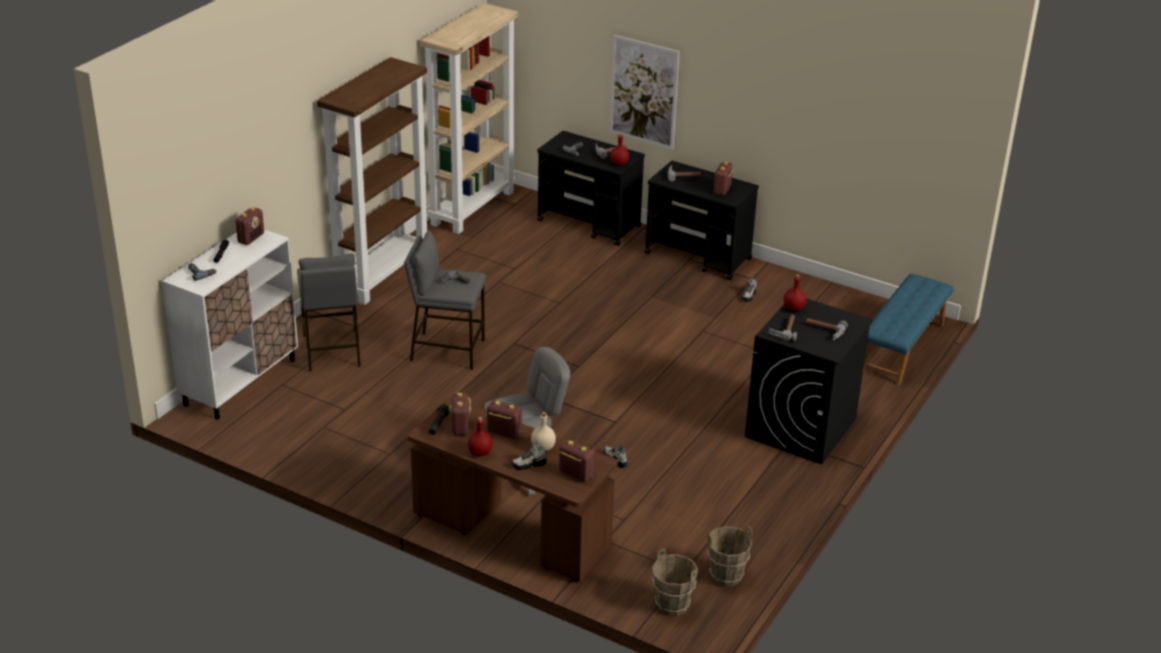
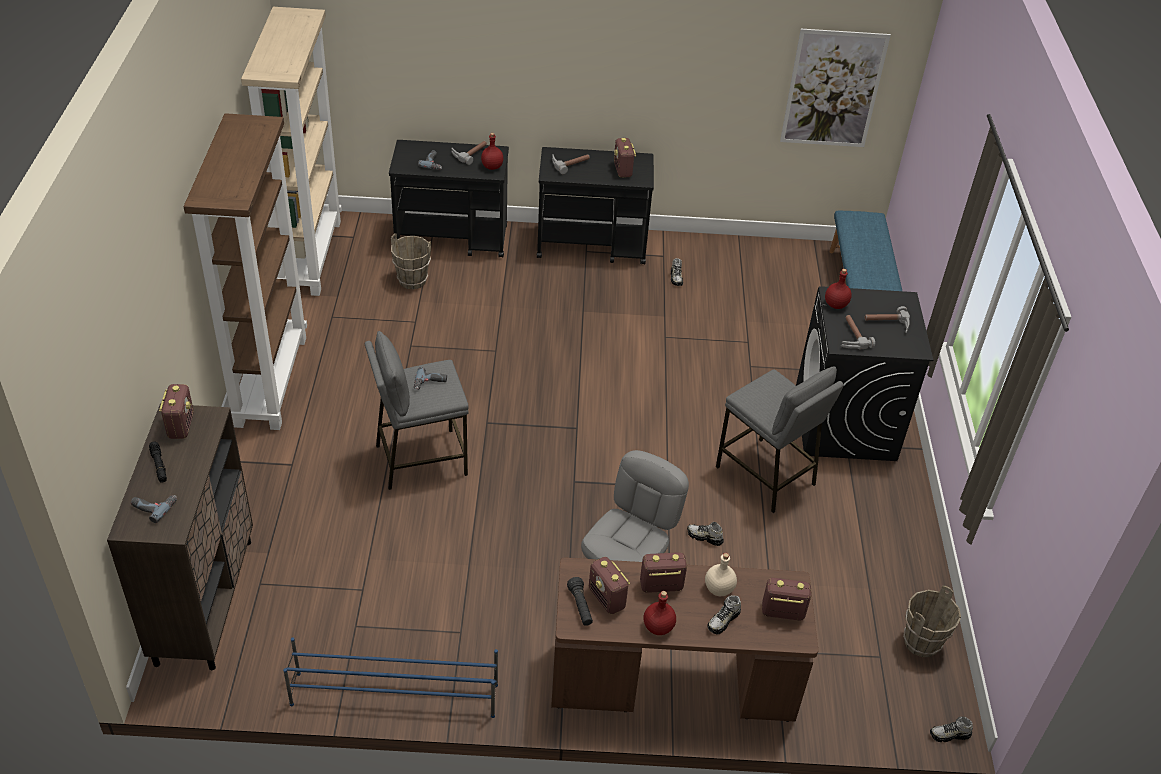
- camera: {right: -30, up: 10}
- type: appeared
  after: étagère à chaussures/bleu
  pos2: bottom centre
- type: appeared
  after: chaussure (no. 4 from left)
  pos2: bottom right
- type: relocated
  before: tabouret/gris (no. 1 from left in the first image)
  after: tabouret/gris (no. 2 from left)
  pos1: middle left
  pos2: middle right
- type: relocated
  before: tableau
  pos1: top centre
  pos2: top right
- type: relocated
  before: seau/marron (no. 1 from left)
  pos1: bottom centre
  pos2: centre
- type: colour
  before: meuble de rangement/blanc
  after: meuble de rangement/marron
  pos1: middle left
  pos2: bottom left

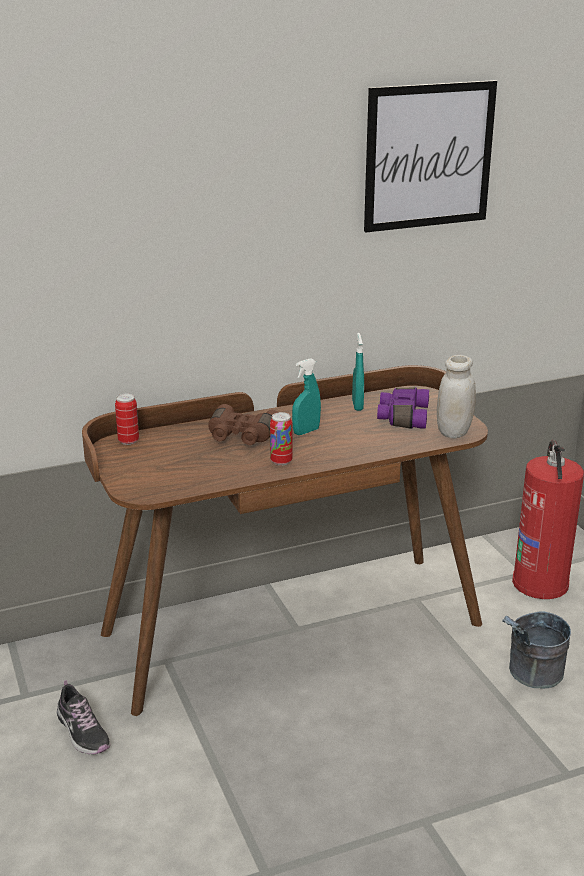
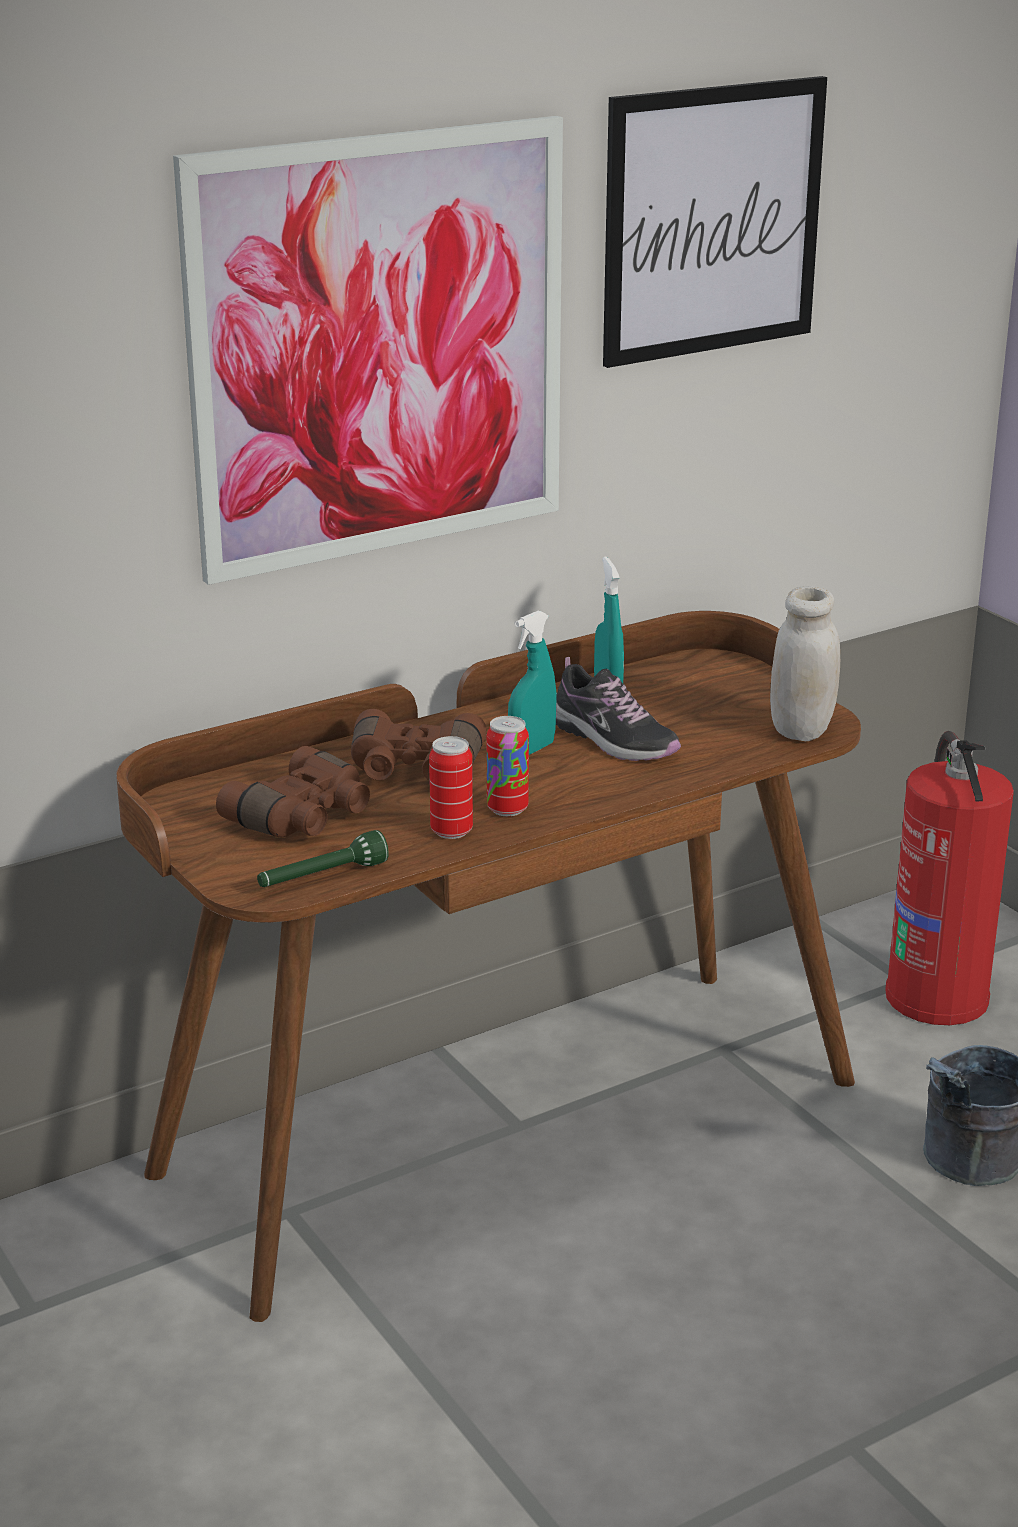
- camera: {right: -10, up: 0}
- type: missing
  before: jumelles/violet
  pos1: middle right
- type: appeared
  after: tableau (no. 1 from left)
  pos2: top centre
- type: appeared
  after: jumelles/marron (no. 1 from left)
  pos2: middle left
- type: appeared
  after: lampe de poche/vert
  pos2: middle left
- type: relocated
  before: chaussure
  pos1: bottom left
  pos2: centre
- type: relocated
  before: boîte métallique (no. 1 from left)
  pos1: middle left
  pos2: centre

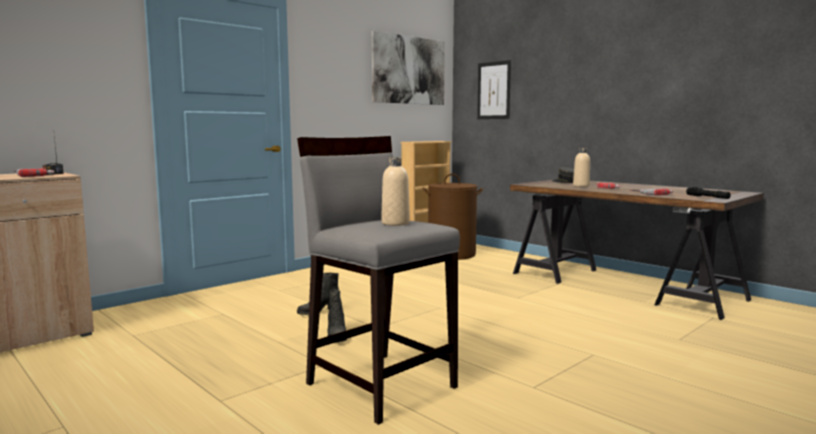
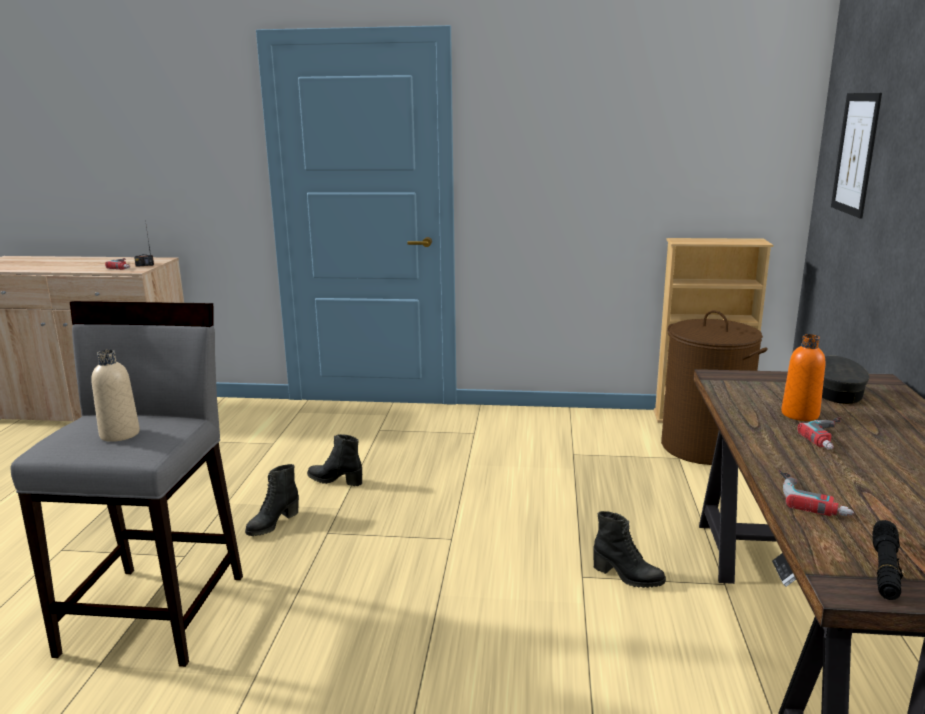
- camera: {right: 50, up: 10}
- type: missing
  before: tableau (no. 1 from left)
  pos1: top centre
- type: appeared
  after: botte/noir (no. 3 from left)
  pos2: bottom right
- type: colour
  before: bouteille/beige (no. 2 from left)
  after: bouteille/orange
  pos1: middle right
  pos2: middle right

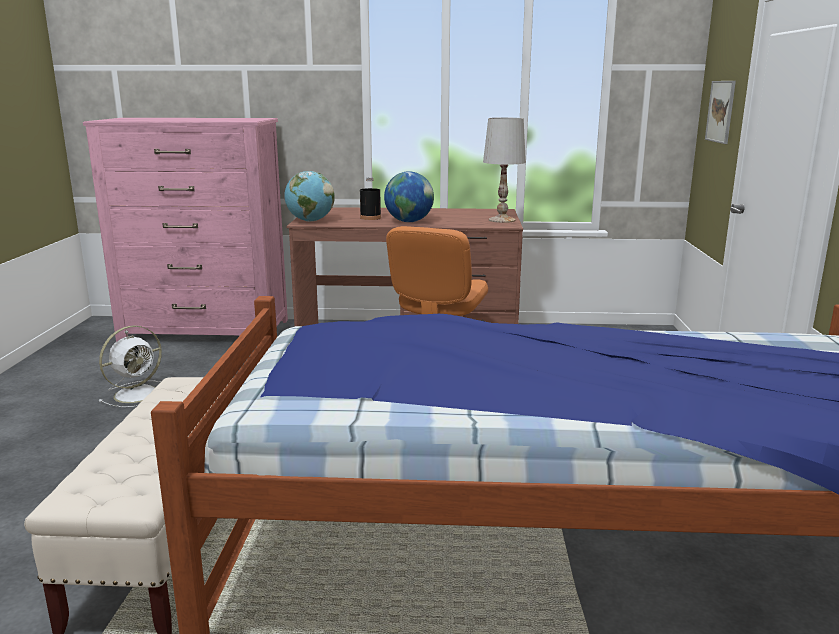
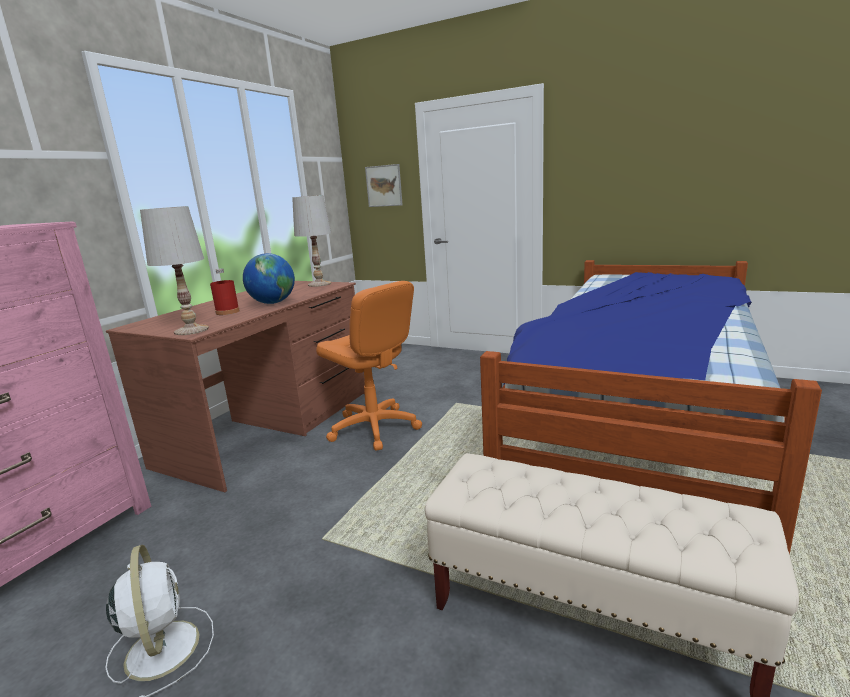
- camera: {right: -65, up: 0}
- type: exchanged
  before: globe (no. 1 from left)
  after: lampe de table/blanc (no. 1 from left)
  pos1: top centre
  pos2: middle left
- type: colour
  before: bouteille/noir
  after: bouteille/rouge
  pos1: top centre
  pos2: middle left

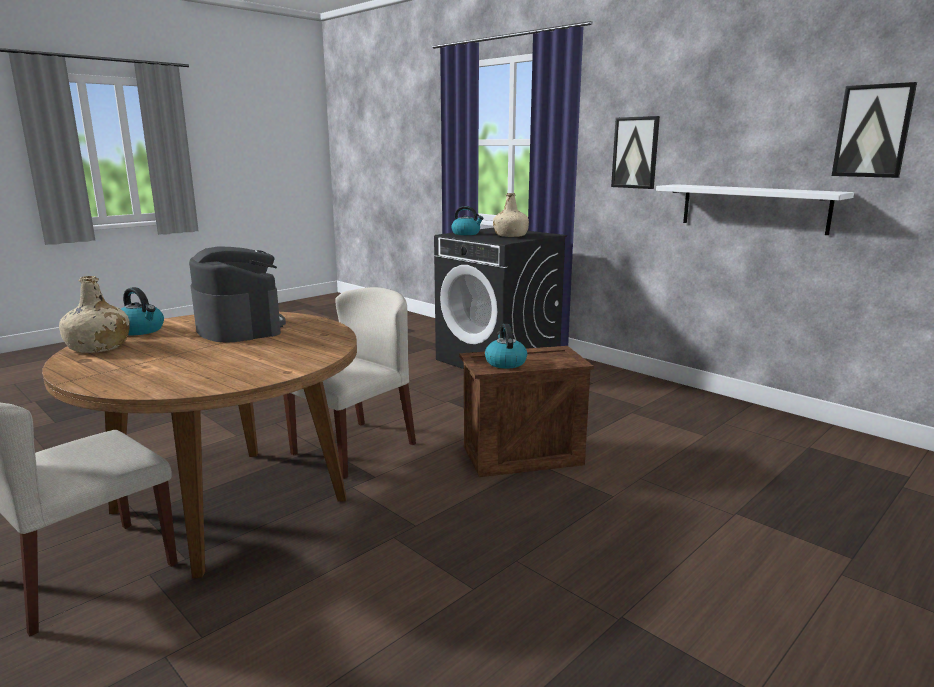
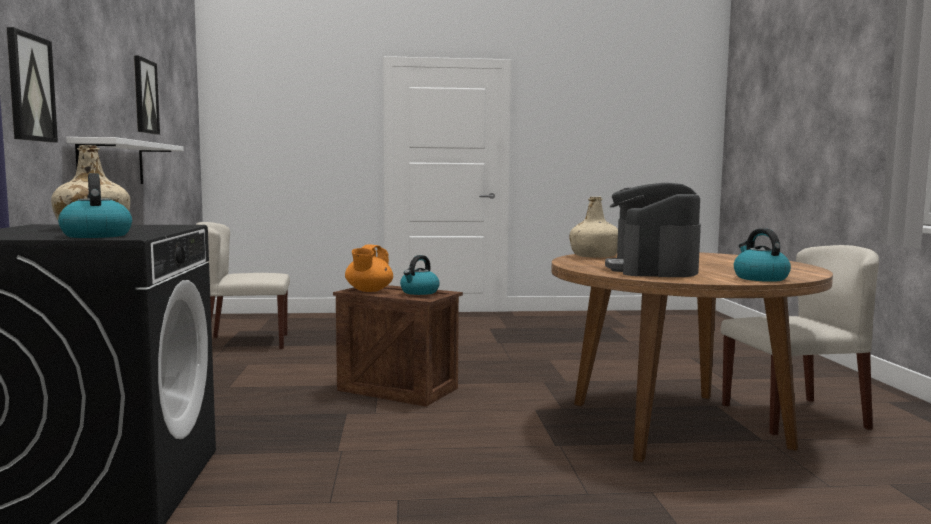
- camera: {right: -140, up: -10}
- type: appeared
  after: théière/orange
  pos2: centre
- type: relocated
  before: bouteille/beige (no. 1 from left in the first image)
  after: bouteille/beige (no. 2 from left)
  pos1: middle left
  pos2: centre
- type: relocated
  before: chaise/beige (no. 2 from left in the first image)
  after: chaise/beige (no. 1 from left)
  pos1: centre
  pos2: middle left

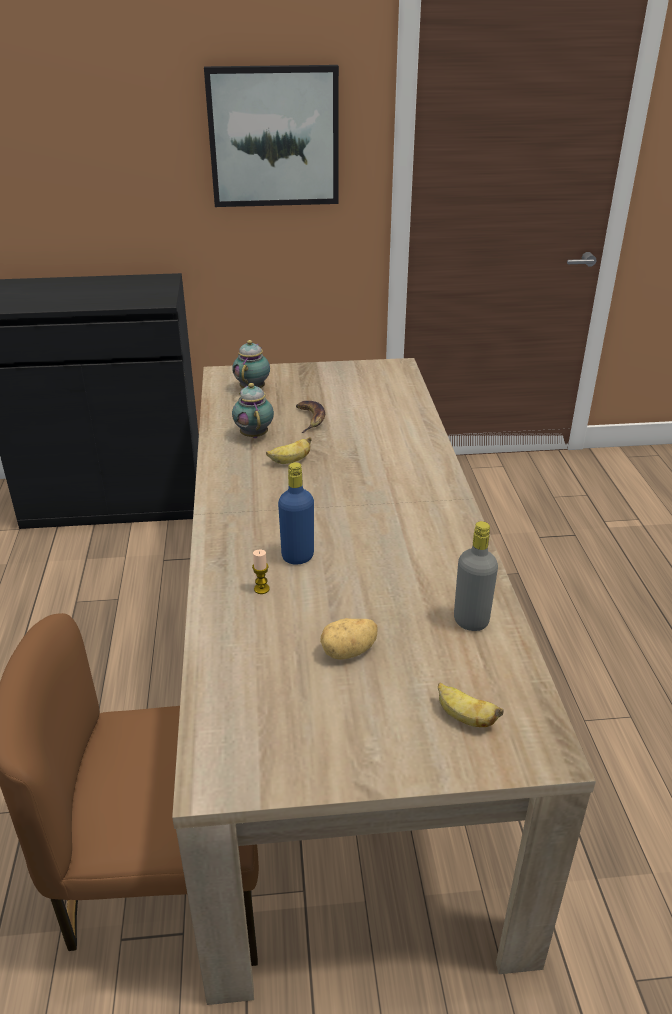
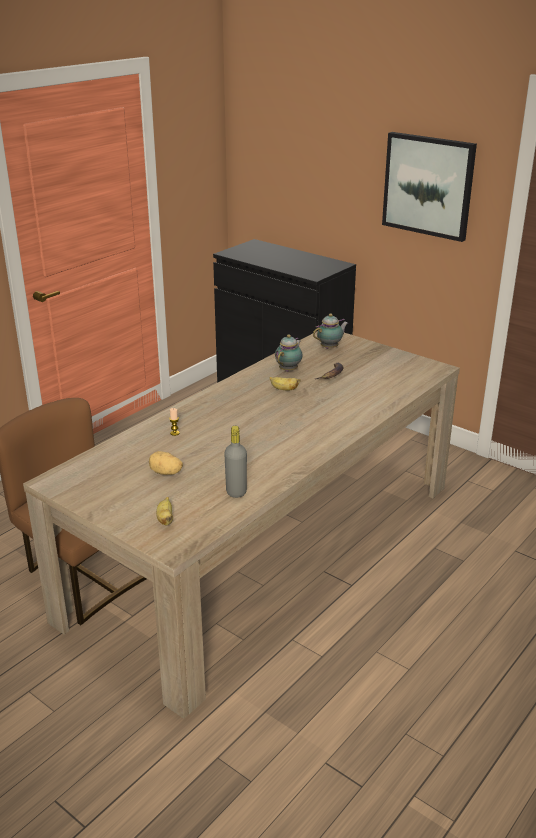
- camera: {right: 45, up: -5}
- type: missing
  before: bouteille/bleu
  pos1: centre

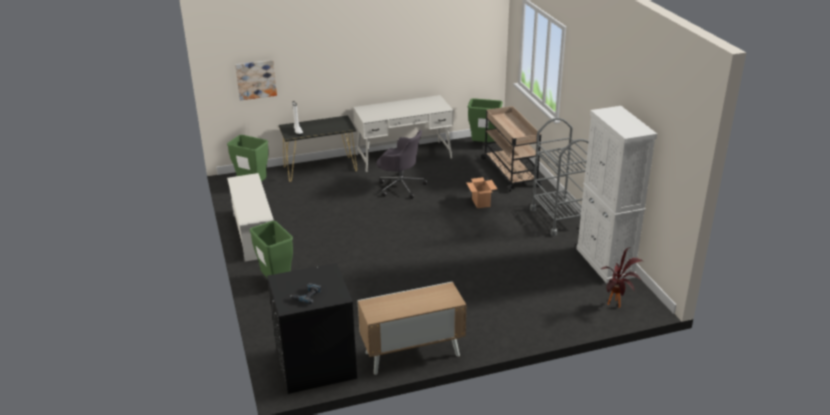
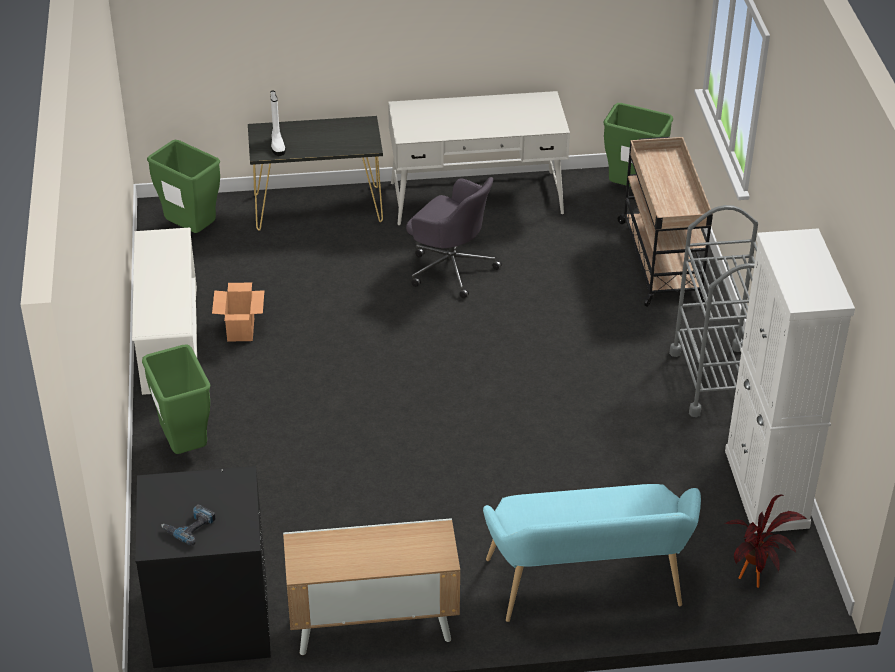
- camera: {right: 10, up: 10}
- type: missing
  before: tableau
  pos1: top left
- type: appeared
  after: banc/turquoise
  pos2: bottom centre
- type: relocated
  before: carton
  pos1: centre
  pos2: middle left

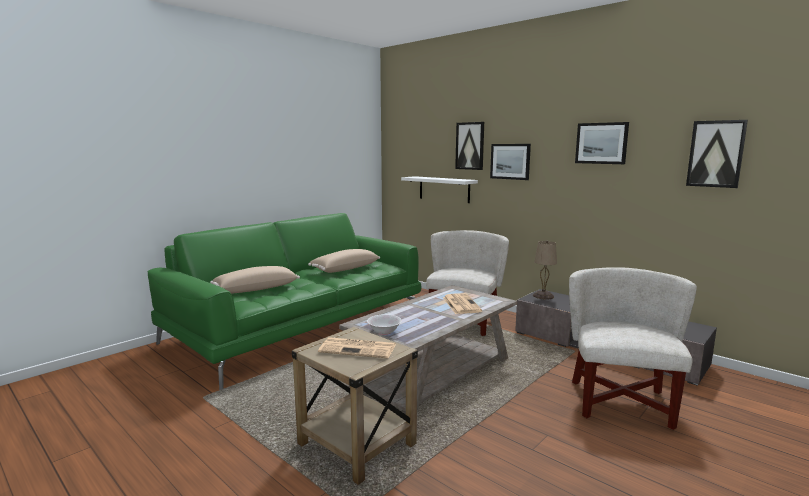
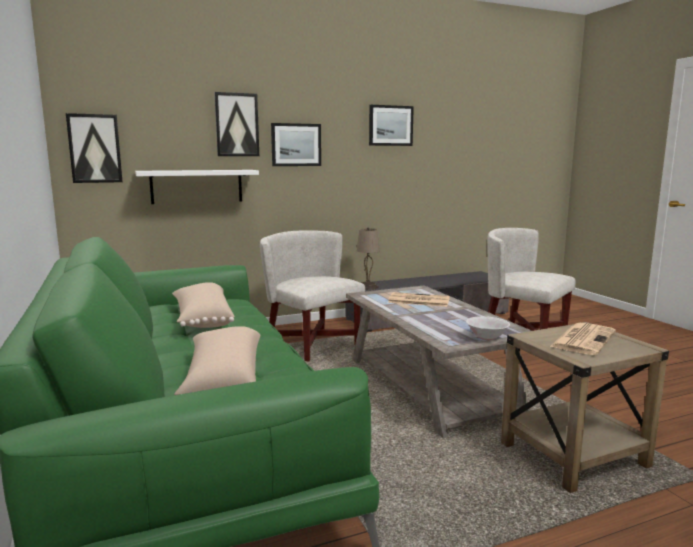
- camera: {right: -65, up: 0}
- type: relocated
  before: tableau (no. 4 from left in the first image)
  after: tableau (no. 1 from left)
  pos1: top right
  pos2: top left

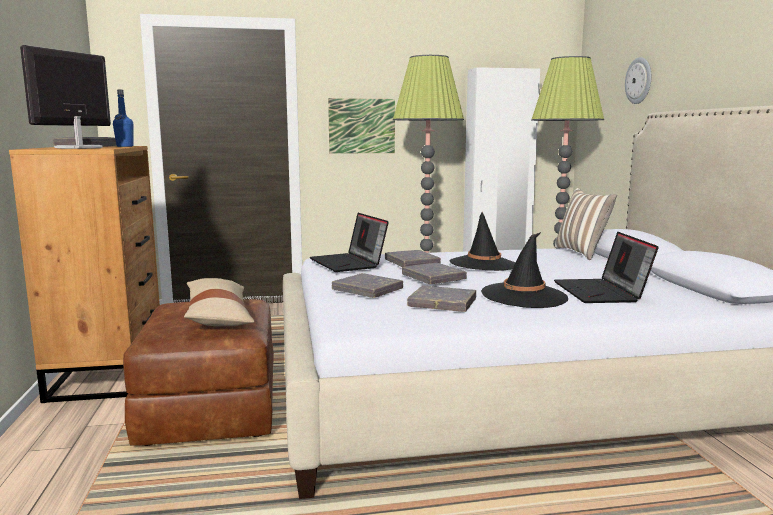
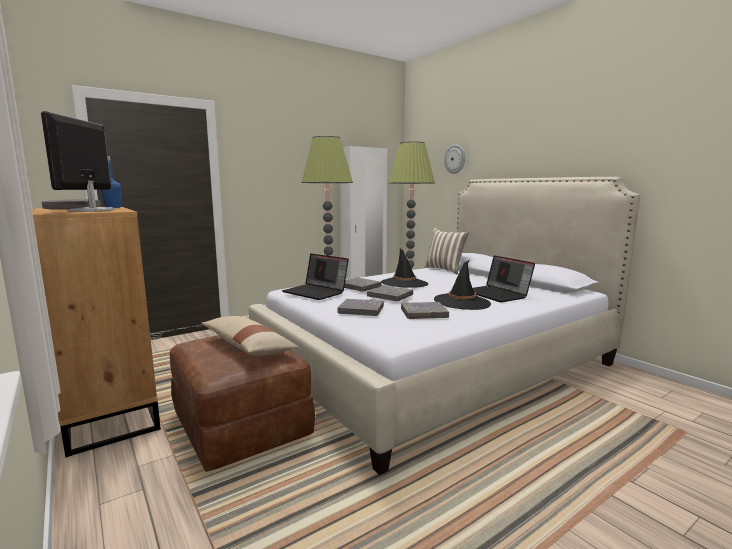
- camera: {right: -25, up: 0}
- type: missing
  before: tableau
  pos1: top centre

